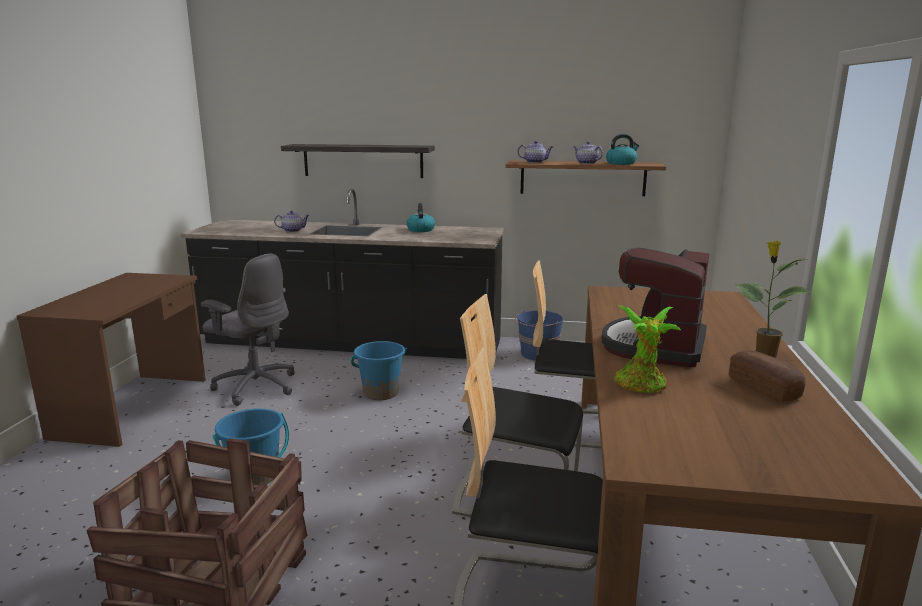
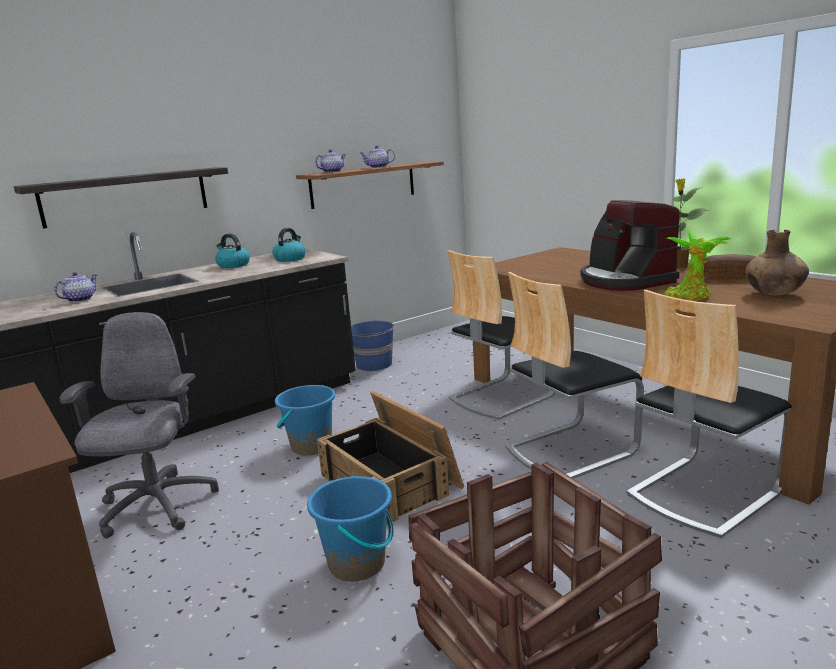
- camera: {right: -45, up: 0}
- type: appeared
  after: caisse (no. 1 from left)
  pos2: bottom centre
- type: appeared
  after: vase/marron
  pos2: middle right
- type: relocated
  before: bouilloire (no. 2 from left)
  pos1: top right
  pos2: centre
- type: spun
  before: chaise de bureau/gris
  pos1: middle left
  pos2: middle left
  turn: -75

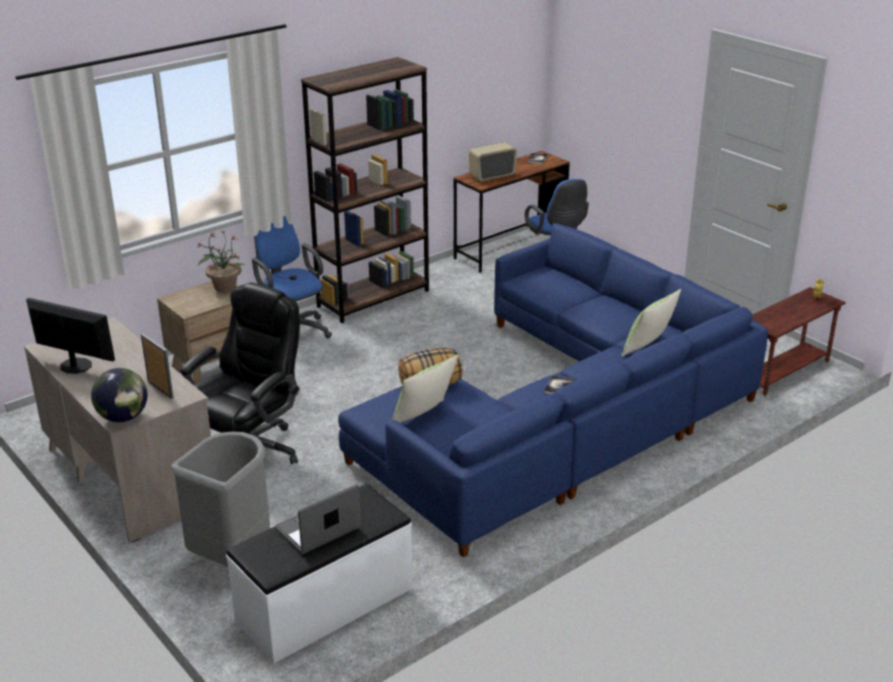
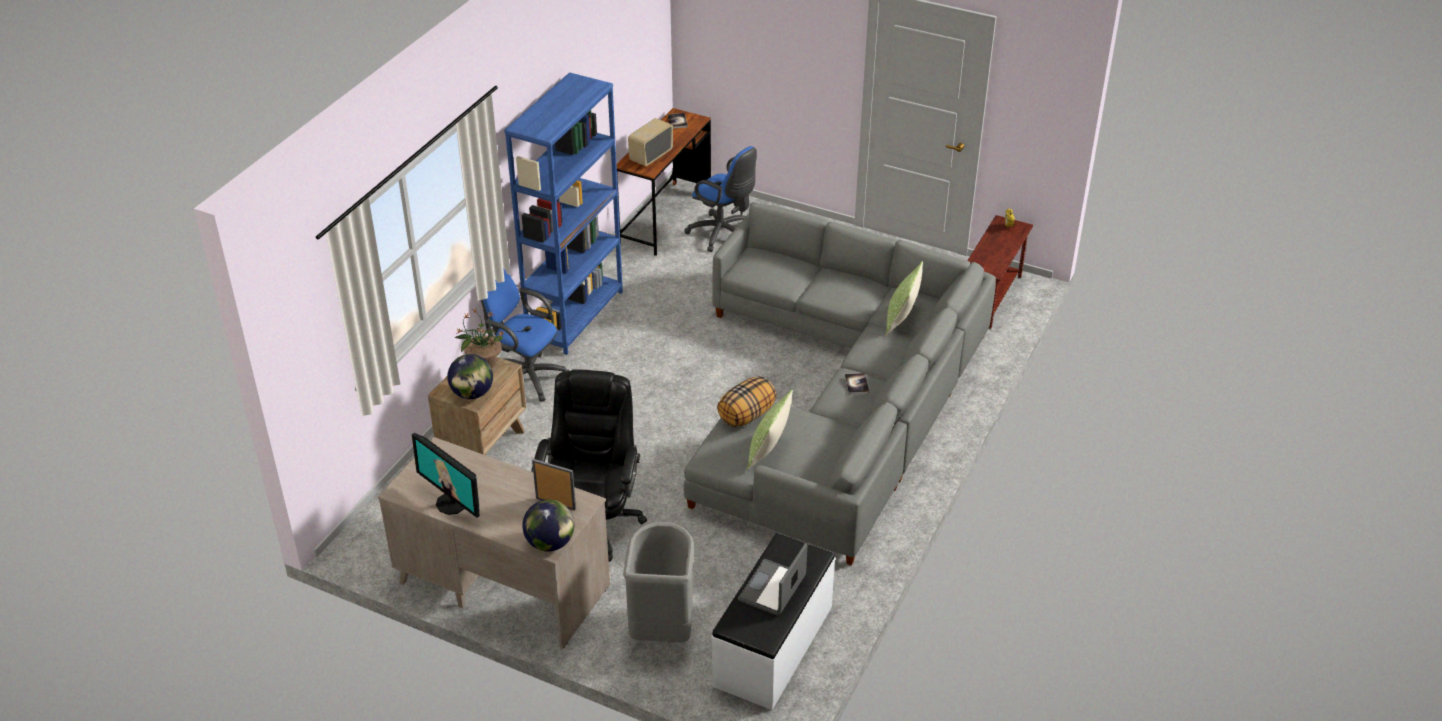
- camera: {right: -25, up: 10}
- type: appeared
  after: globe (no. 1 from left)
  pos2: middle left
- type: colour
  before: bibliothèque/marron
  after: bibliothèque/bleu
  pos1: top centre
  pos2: top centre
- type: colour
  before: canapé/bleu
  after: canapé/gris
  pos1: centre
  pos2: centre
- type: spun
  before: écran d'ordinateur
  pos1: middle left
  pos2: middle left
  turn: -135

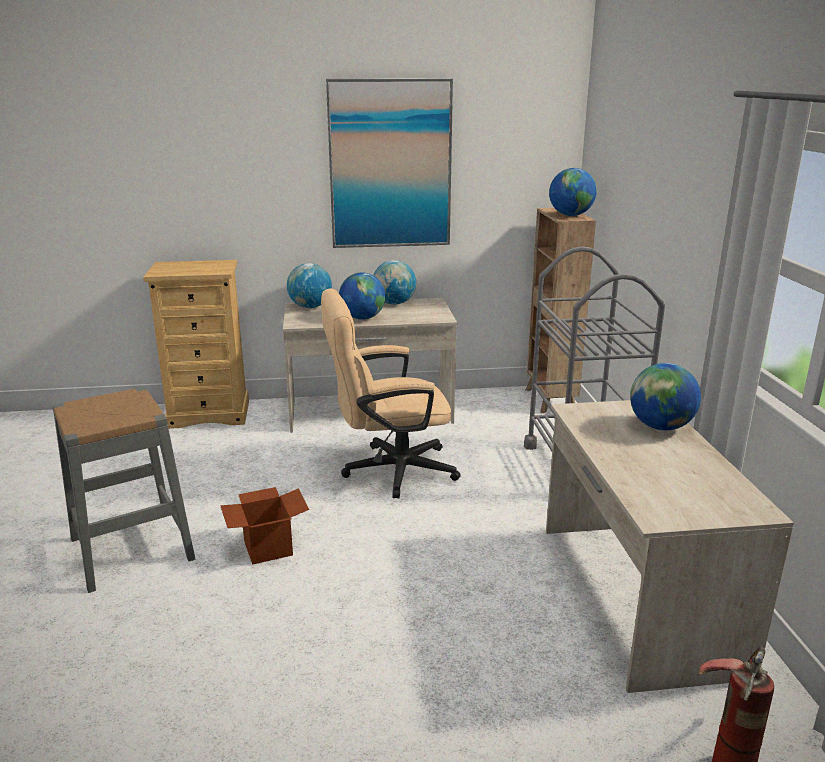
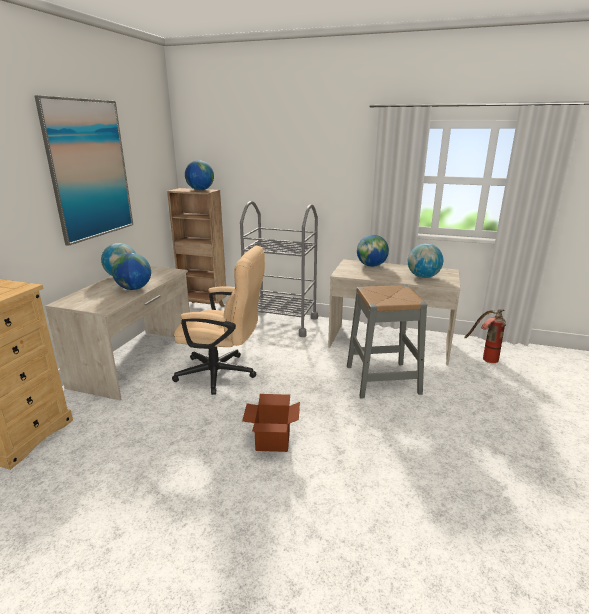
- camera: {right: -65, up: 0}
- type: relocated
  before: tabouret/gris
  pos1: middle left
  pos2: centre
- type: relocated
  before: globe (no. 1 from left in the first image)
  after: globe (no. 5 from left)
  pos1: centre
  pos2: middle right
- type: spun
  before: chaise de bureau/beige
  pos1: centre
  pos2: centre
  turn: -90

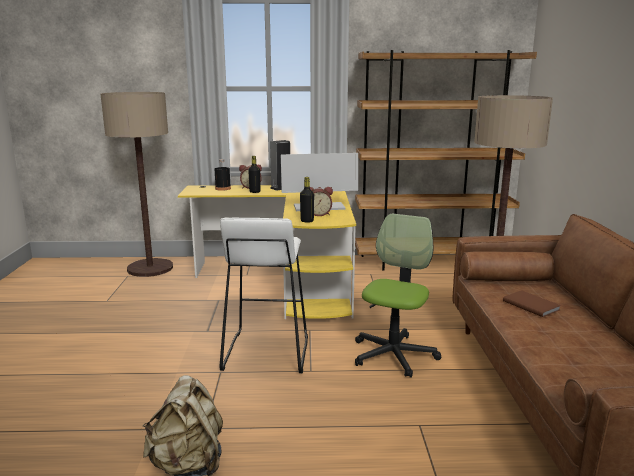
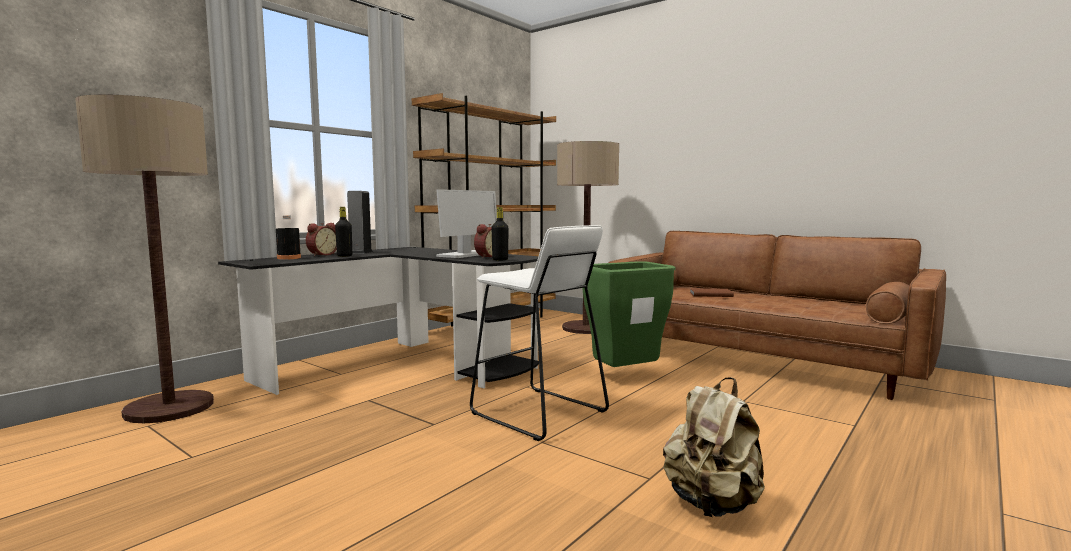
- camera: {right: -50, up: -10}
- type: exchanged
  before: chaise de bureau
  after: poubelle/vert
  pos1: centre
  pos2: centre
- type: colour
  before: bureau/jaune
  after: bureau/noir
  pos1: centre
  pos2: centre

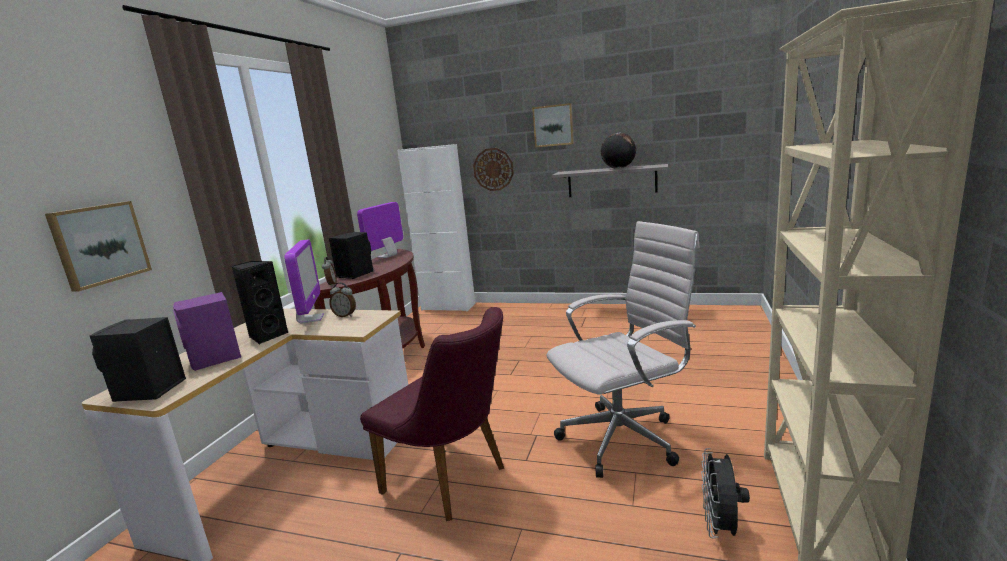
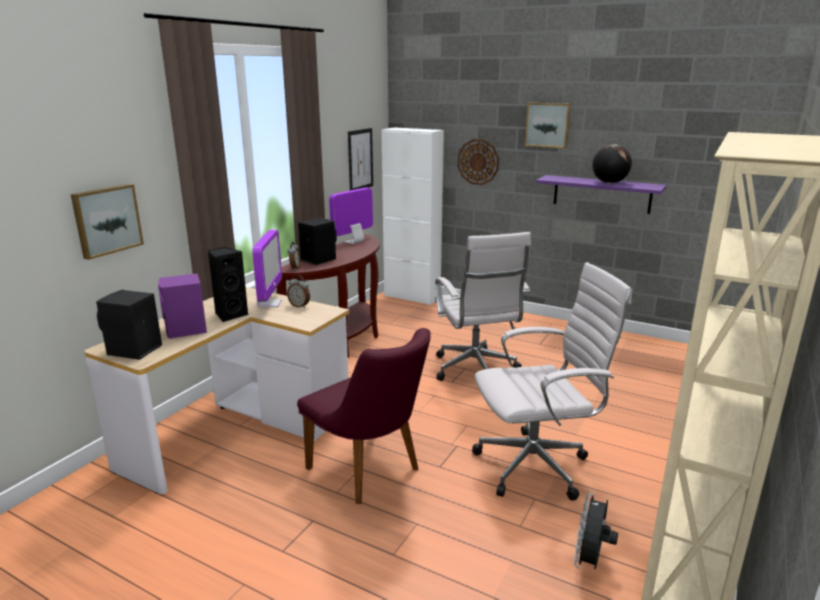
- camera: {right: 10, up: 5}
- type: appeared
  after: tableau (no. 2 from left)
  pos2: top centre
- type: appeared
  after: chaise de bureau/blanc (no. 1 from left)
  pos2: centre
- type: colour
  before: étagère/gris
  after: étagère/violet
  pos1: top centre
  pos2: top right

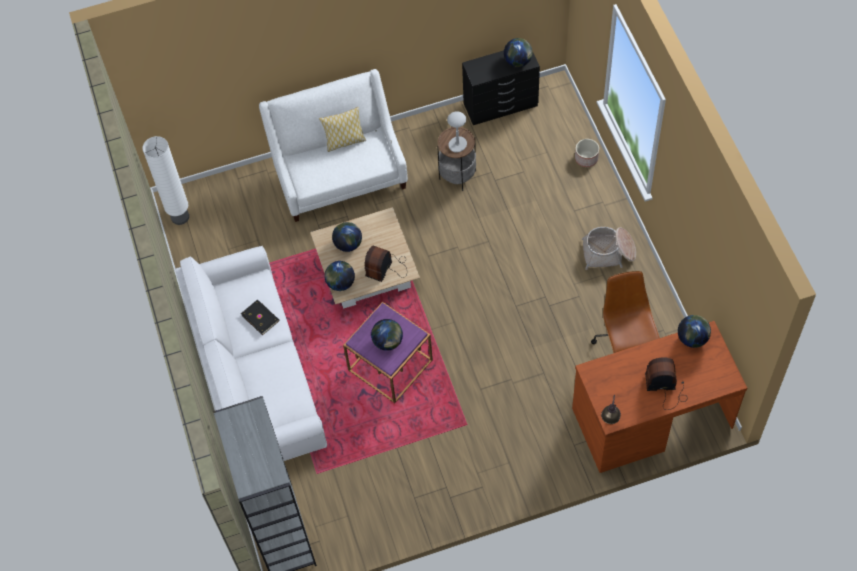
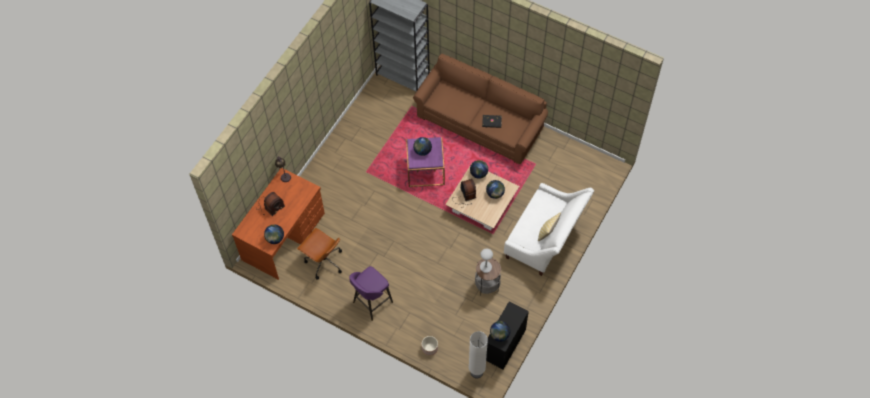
- camera: {right: 135, up: 0}
- type: relocated
  before: lampadaire/blanc
  pos1: top left
  pos2: bottom centre
- type: exchanged
  before: panier
  after: tabouret/violet
  pos1: middle right
  pos2: bottom centre
- type: colour
  before: canapé/blanc (no. 1 from left)
  after: canapé/marron
  pos1: middle left
  pos2: top centre

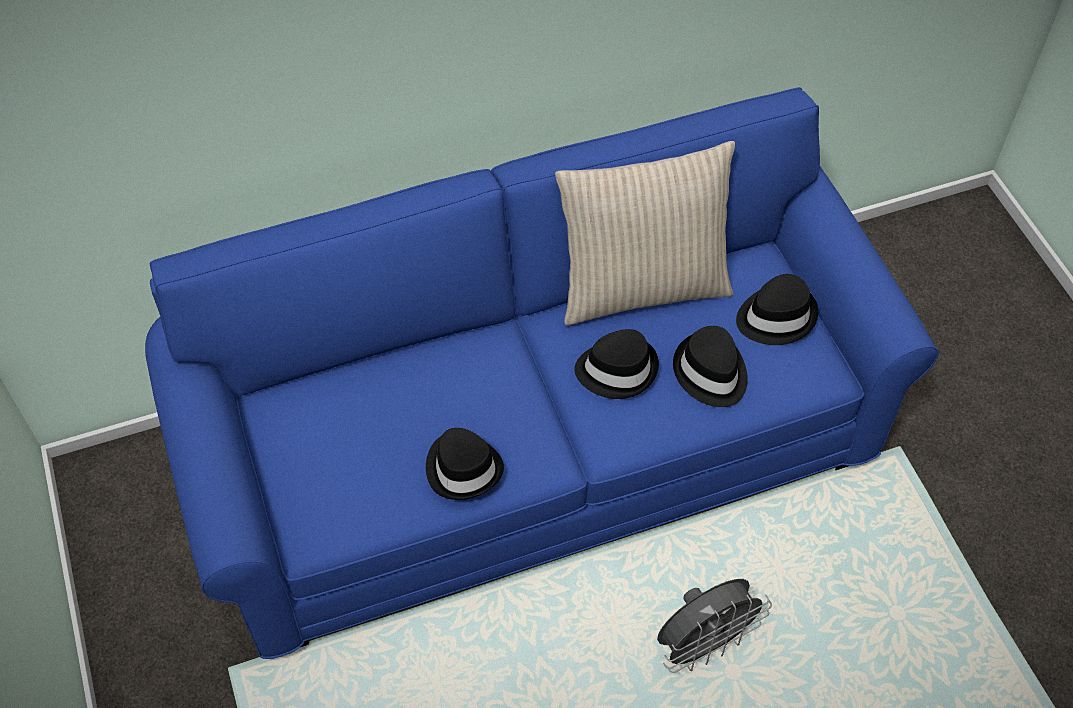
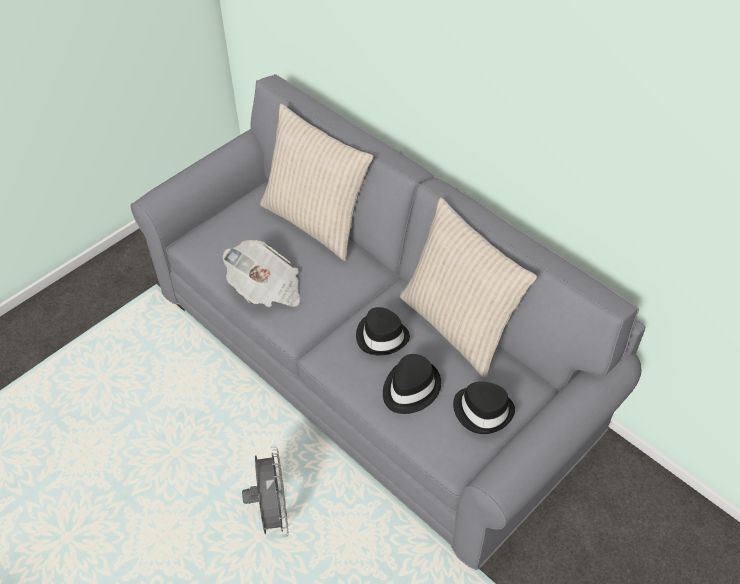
- camera: {right: 65, up: -5}
- type: appeared
  after: coussin/beige (no. 1 from left)
  pos2: top centre
- type: exchanged
  before: chapeau/noir (no. 1 from left)
  after: journal
  pos1: centre
  pos2: centre
- type: colour
  before: canapé/bleu
  after: canapé/gris
  pos1: centre
  pos2: centre
- type: spun
  before: ventilateur/gris
  pos1: bottom centre
  pos2: bottom centre
  turn: -135

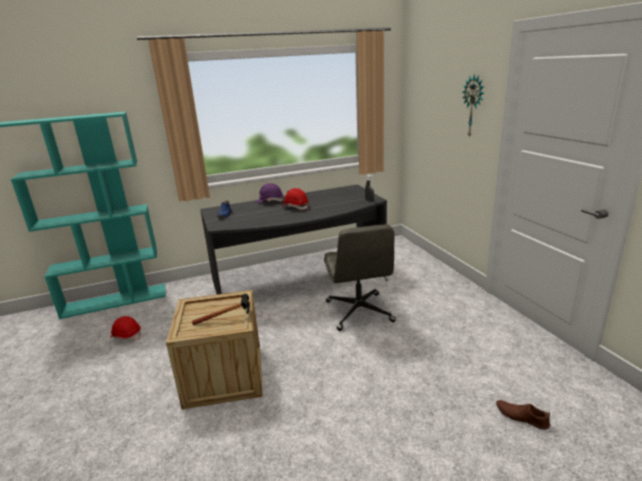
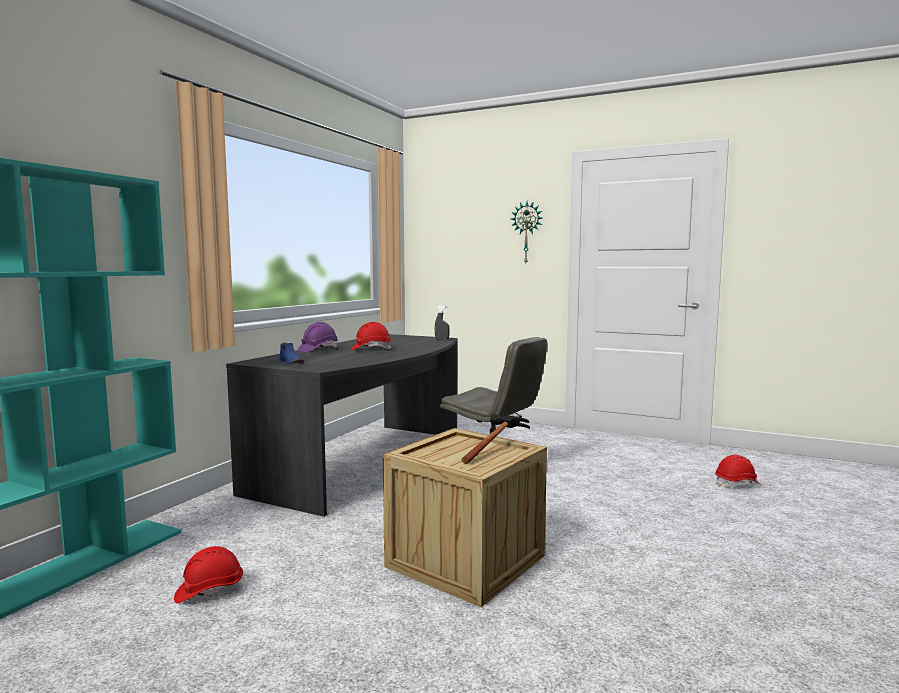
- camera: {right: -45, up: -15}
- type: exchanged
  before: chaussure/marron
  after: casque de chantier/rouge (no. 3 from left)
  pos1: bottom right
  pos2: bottom right

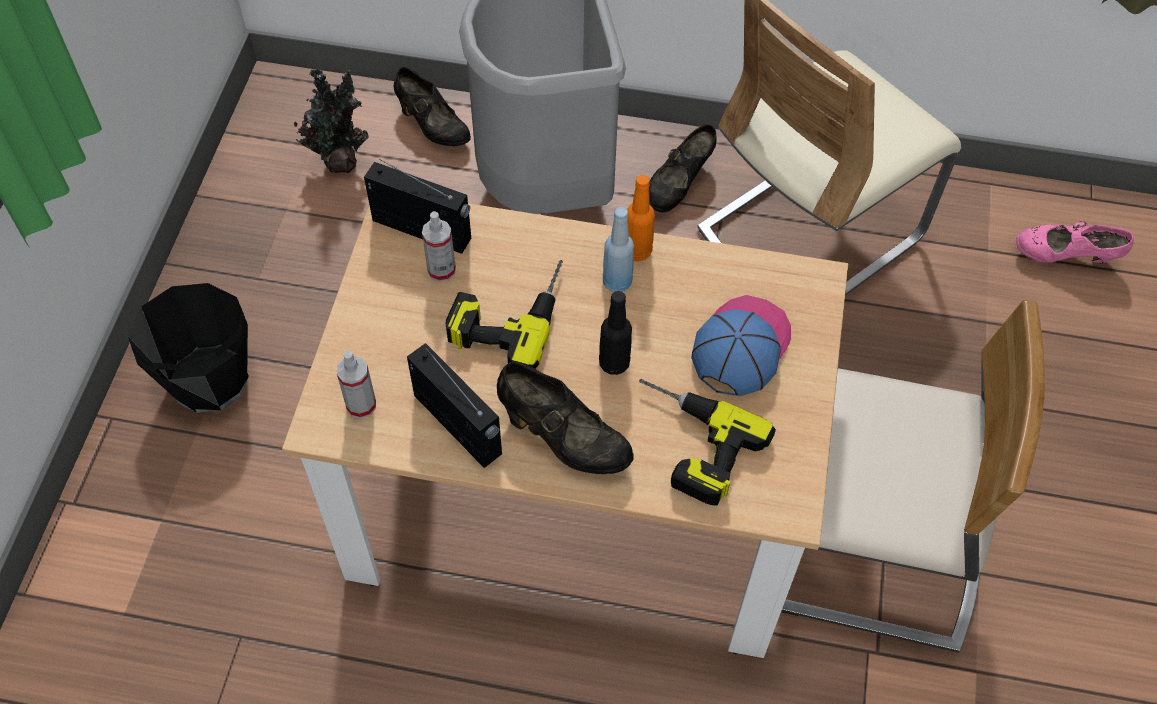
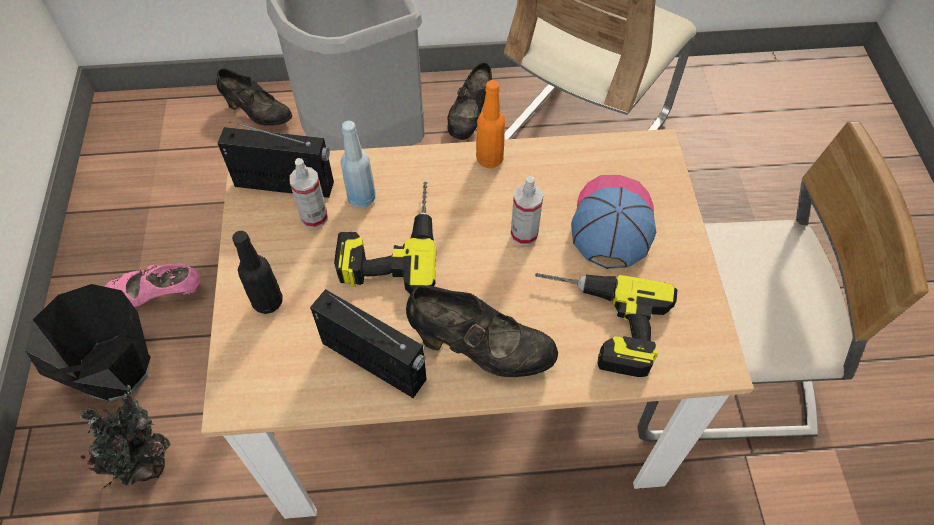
- camera: {right: -15, up: 0}
- type: relocated
  before: plante en pot
  pos1: top left
  pos2: bottom left
- type: relocated
  before: vaporisateur (no. 1 from left in the first image)
  after: vaporisateur (no. 2 from left)
  pos1: middle left
  pos2: centre
- type: relocated
  before: bouteille/noir
  pos1: centre
  pos2: middle left
- type: relocated
  before: bouteille/bleu
  pos1: centre
  pos2: top centre
- type: relocated
  before: chaussure/rose
  pos1: middle right
  pos2: middle left

